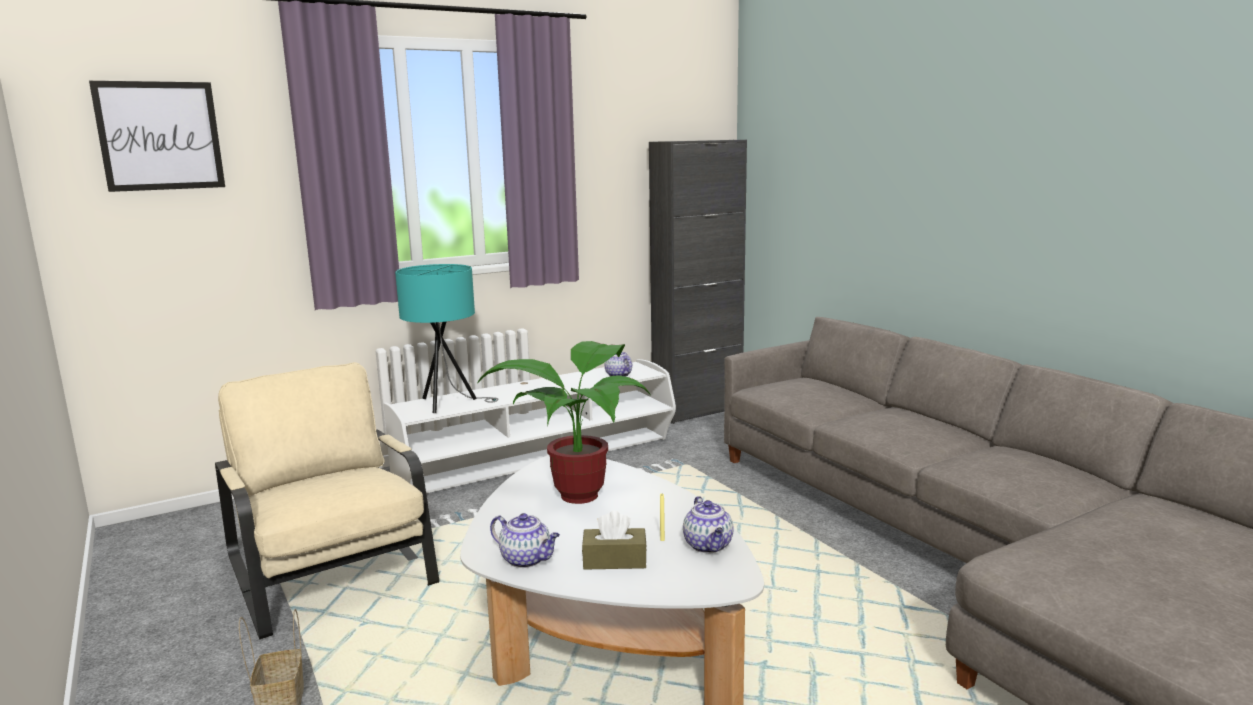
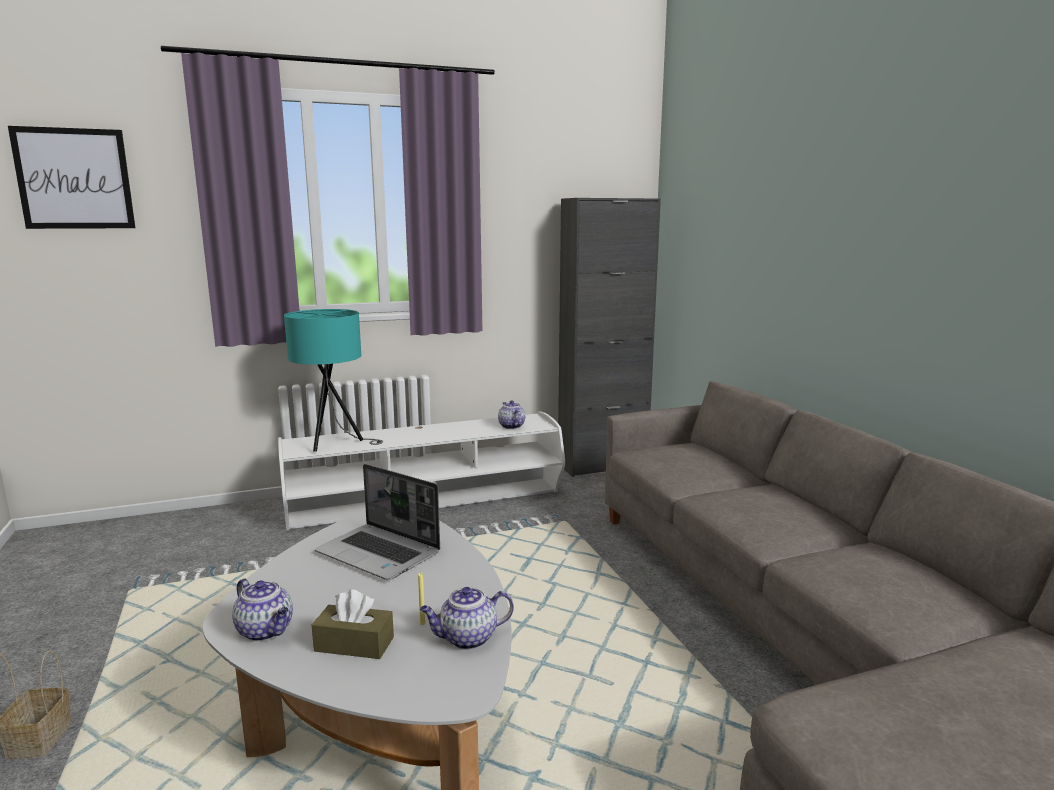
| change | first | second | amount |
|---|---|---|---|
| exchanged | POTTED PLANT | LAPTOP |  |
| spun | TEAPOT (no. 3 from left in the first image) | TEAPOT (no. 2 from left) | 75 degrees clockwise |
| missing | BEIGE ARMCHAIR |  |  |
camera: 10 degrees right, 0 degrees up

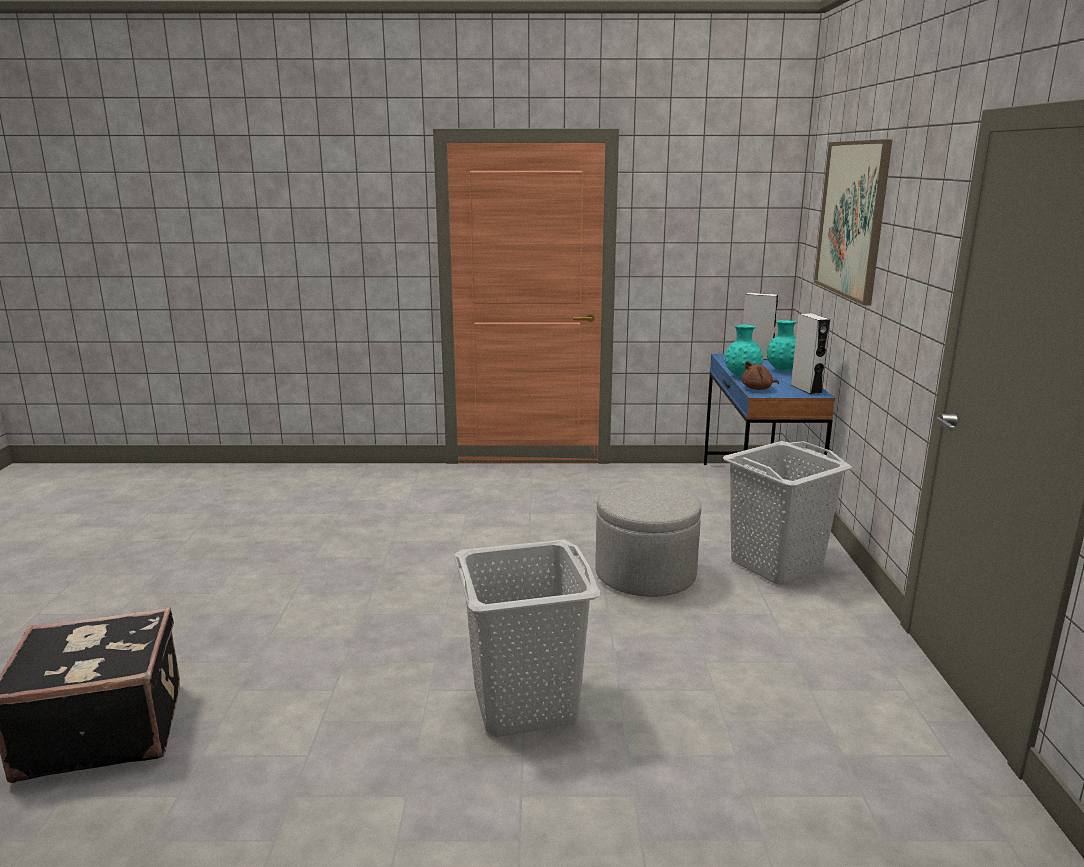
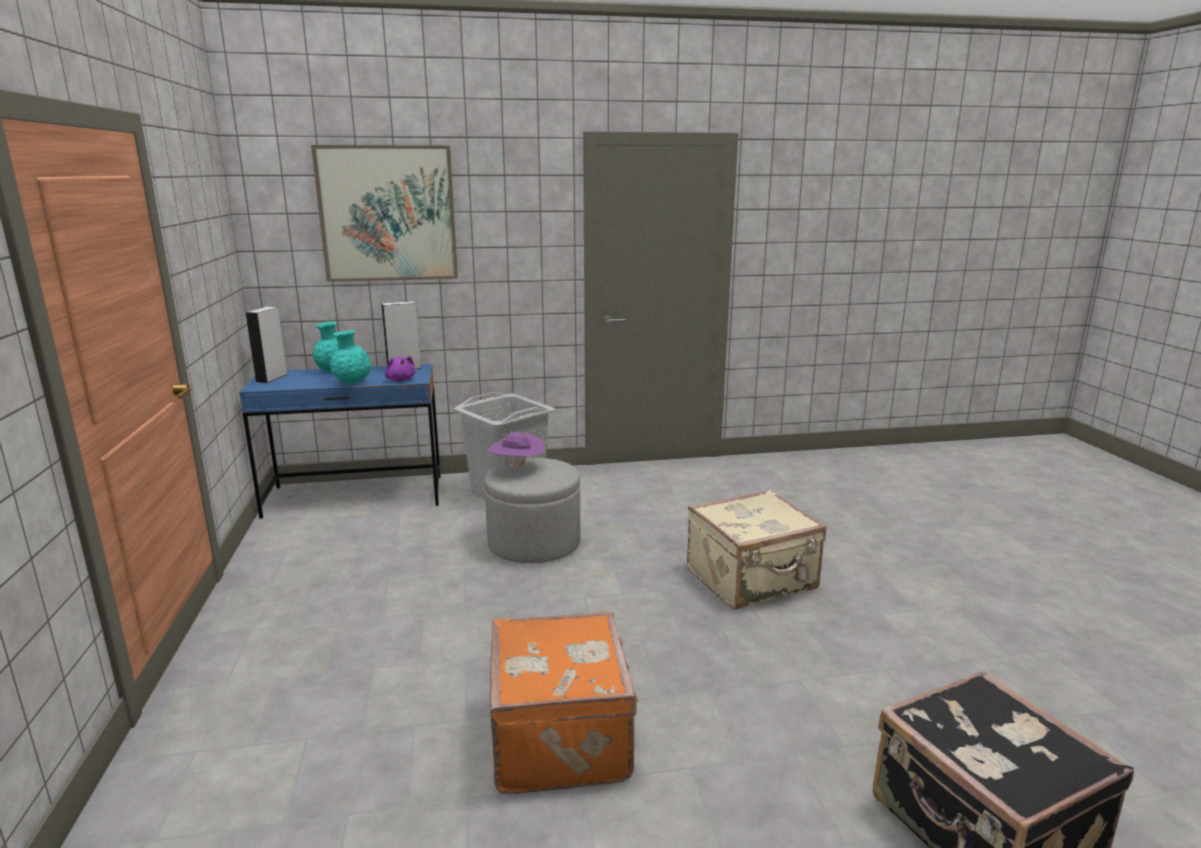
| change | first | second | amount |
|---|---|---|---|
| colour | BROWN PLUSH TOY | PURPLE PLUSH TOY |  |
| appeared |  | PURPLE HAT |  |
| appeared |  | ORANGE SUITCASE |  |
| exchanged | GREY LAUNDRY BASKET (no. 1 from left) | BEIGE SUITCASE |  |
camera: 100 degrees left, 0 degrees up

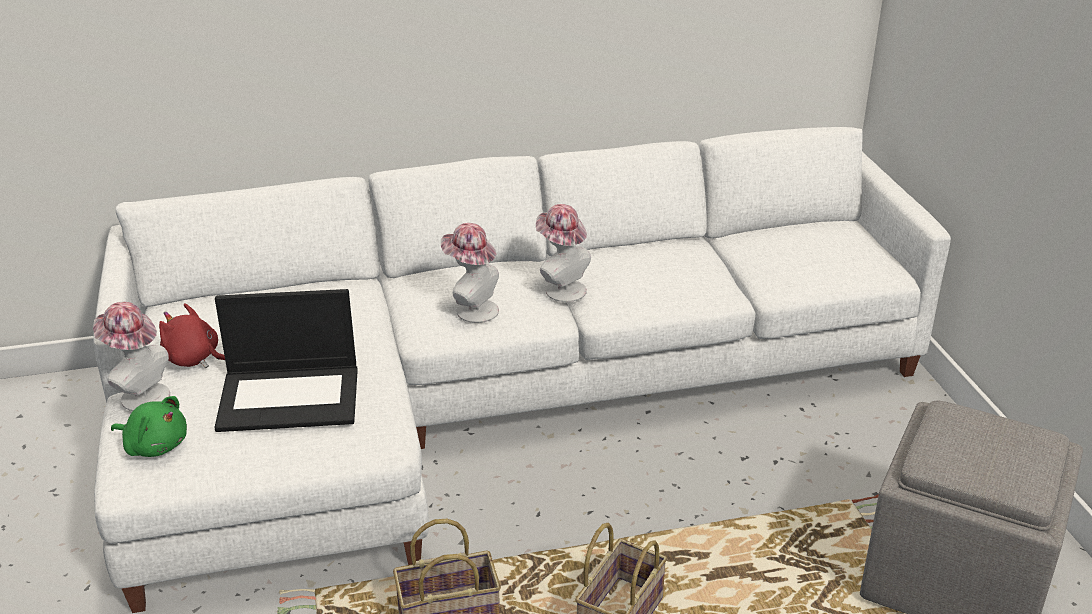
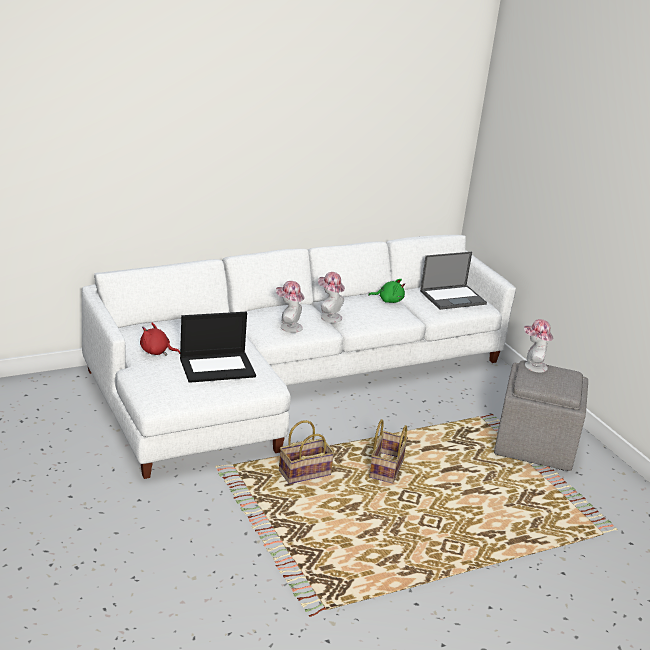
| change | first | second | amount |
|---|---|---|---|
| relocated | GREEN PLUSH TOY |  |  |
| appeared |  | LAPTOP (no. 2 from left) |  |
| relocated | HAT (no. 1 from left in the first image) | HAT (no. 3 from left) |  |
camera: 15 degrees left, 5 degrees down

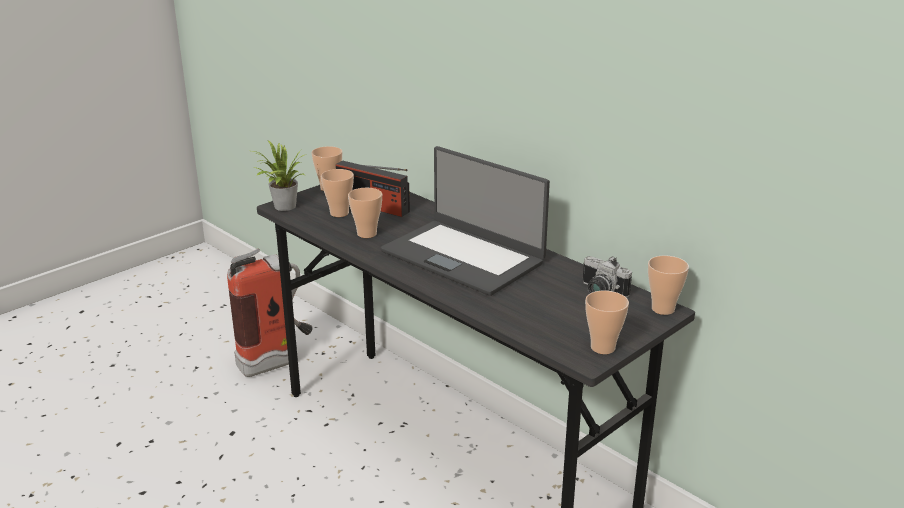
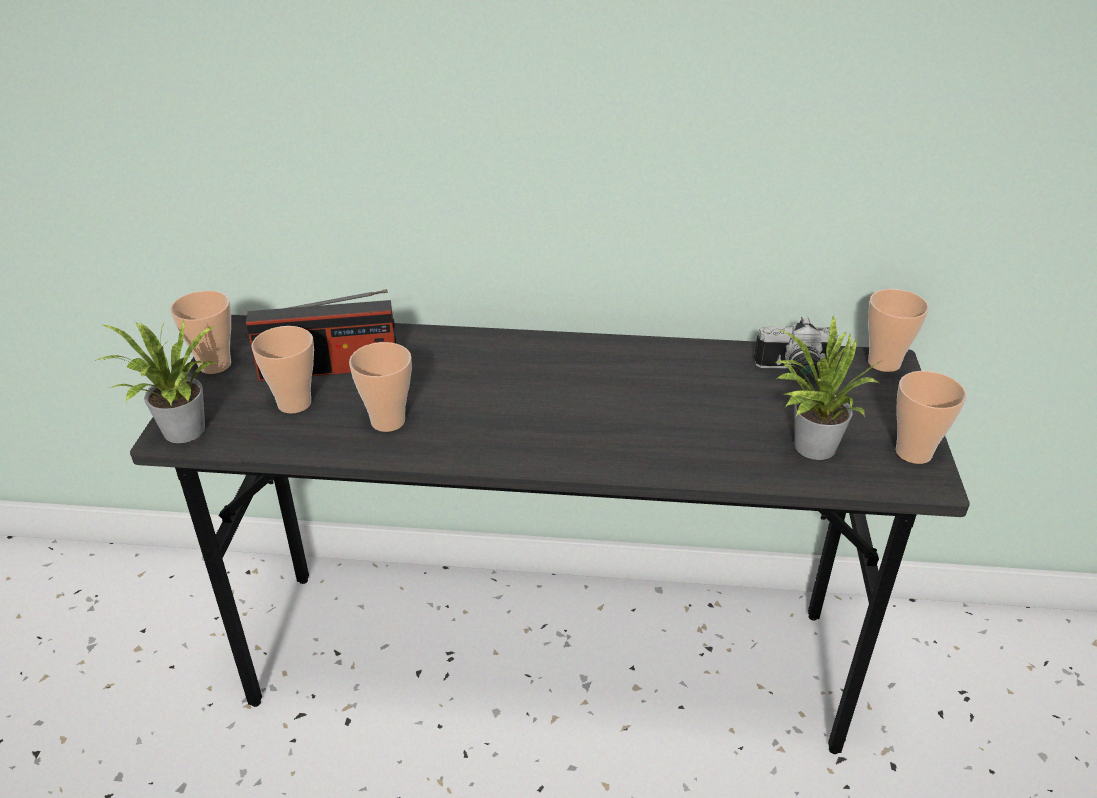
| change | first | second | amount |
|---|---|---|---|
| appeared |  | POTTED PLANT (no. 2 from left) |  |
| missing | FIRE EXTINGUISHER |  |  |
| missing | LAPTOP |  |  |
camera: 40 degrees left, 10 degrees up

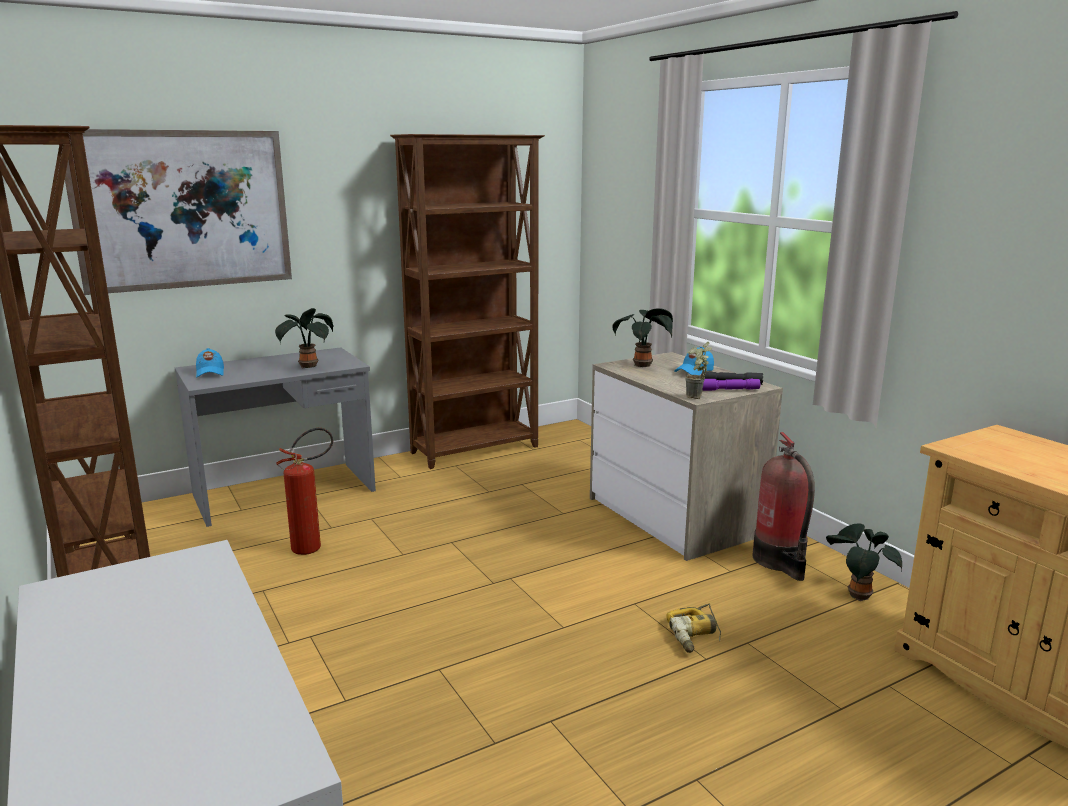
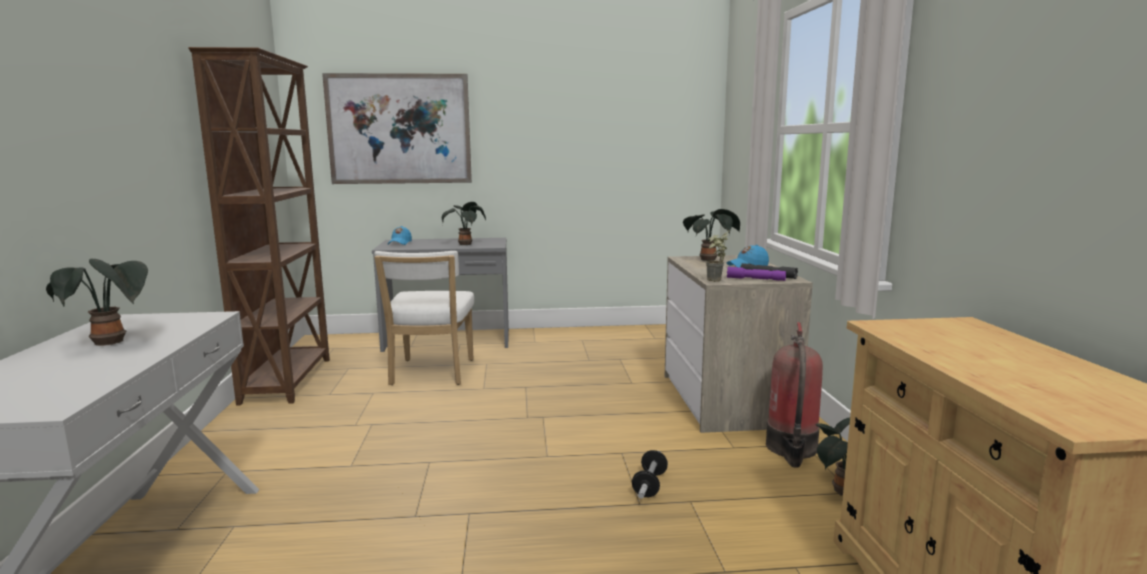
| change | first | second | amount |
|---|---|---|---|
| appeared |  | POTTED PLANT (no. 1 from left) |  |
| exchanged | FIRE EXTINGUISHER (no. 1 from left) | WHITE CHAIR |  |
| exchanged | POWER DRILL | DUMBBELL |  |
| missing | BROWN BOOKCASE (no. 2 from left) |  |  |
camera: 25 degrees right, 5 degrees down

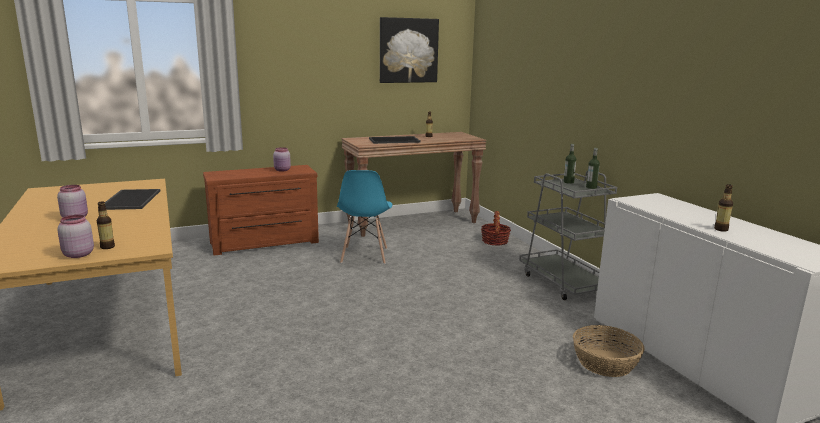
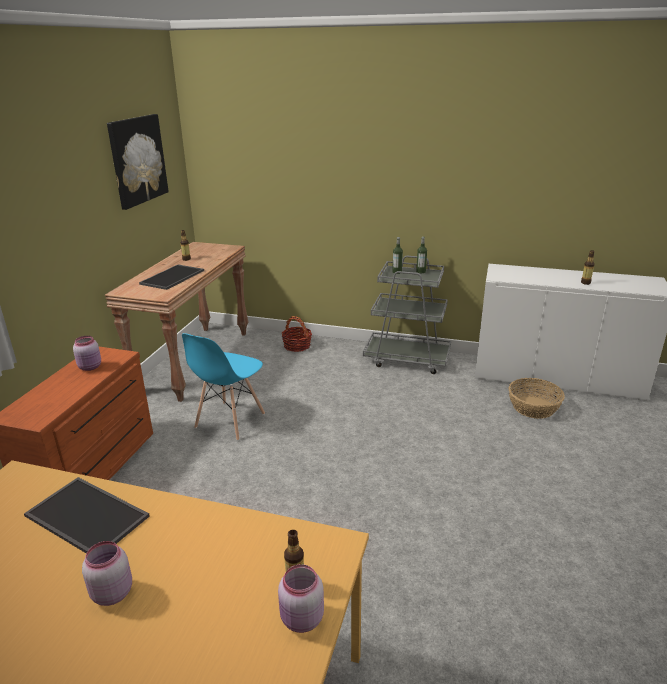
| change | first | second | amount |
|---|---|---|---|
| spun | BLUE CHAIR |  | 75 degrees clockwise |
camera: 50 degrees left, 10 degrees up

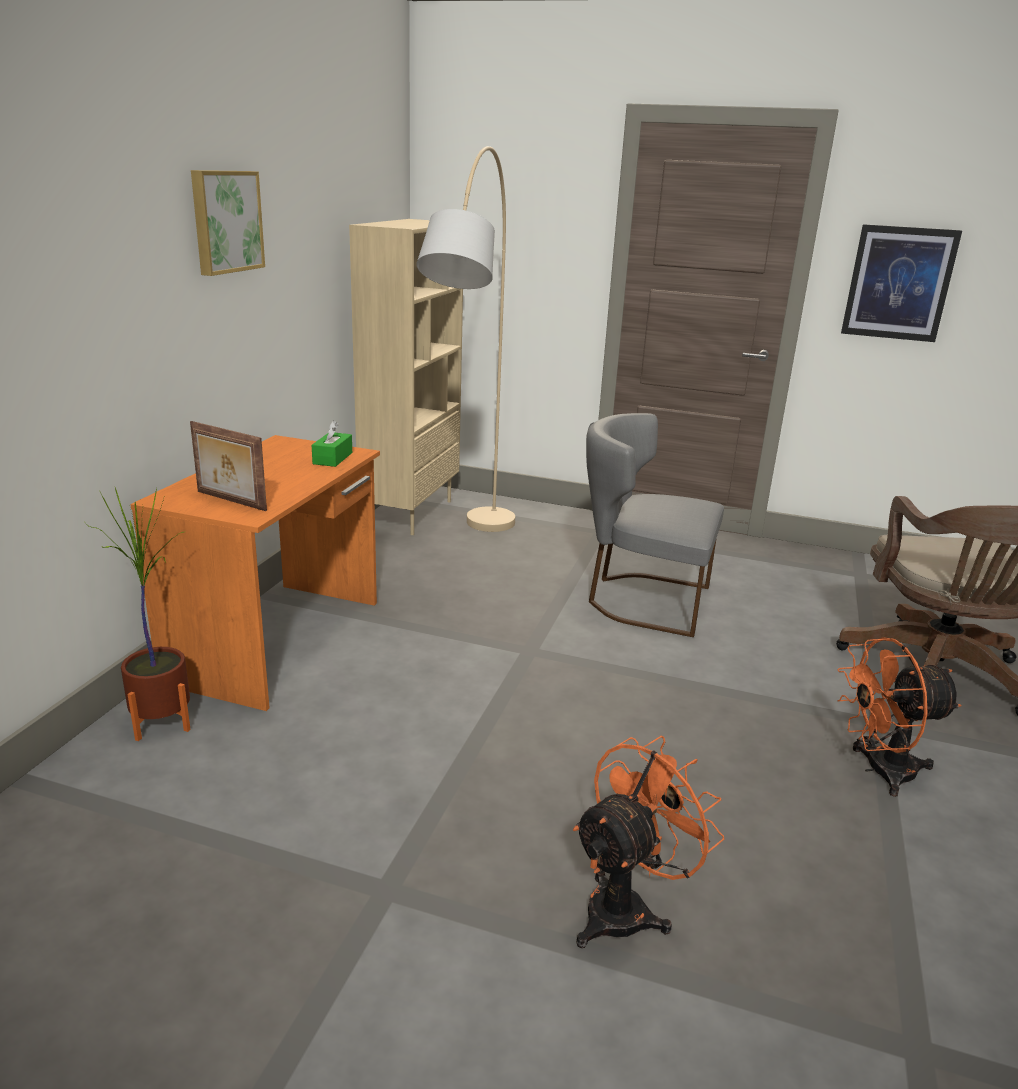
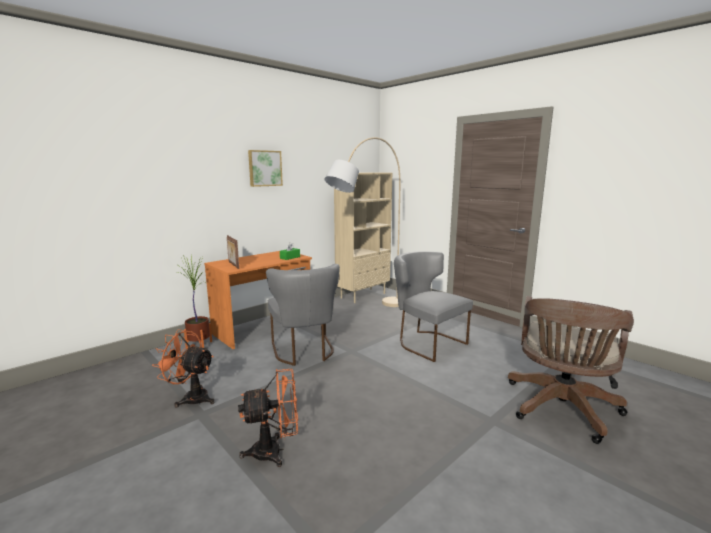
| change | first | second | amount |
|---|---|---|---|
| relocated | ORANGE FAN (no. 2 from left in the first image) | ORANGE FAN (no. 1 from left) |  |
| appeared |  | GREY CHAIR (no. 1 from left) |  |
| missing | PICTURE (no. 2 from left) |  |  |
camera: 30 degrees right, 10 degrees down

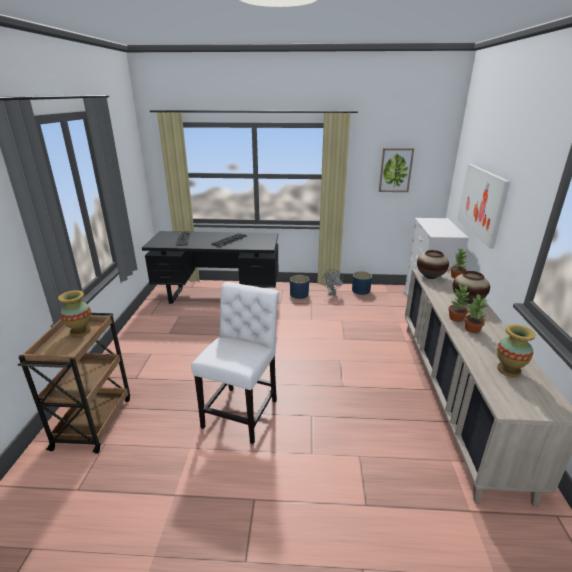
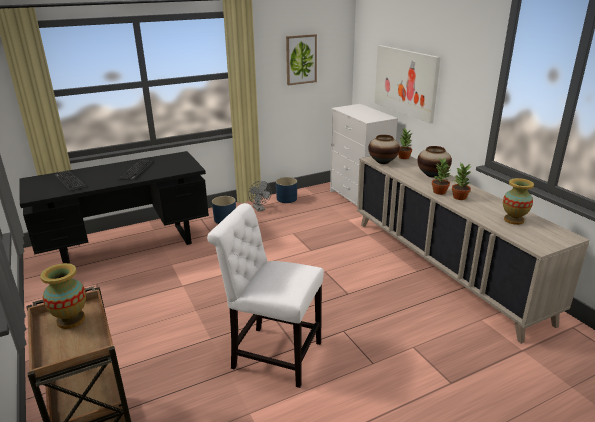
| change | first | second | amount |
|---|---|---|---|
| spun | WHITE CHAIR |  | 60 degrees counterclockwise |
camera: 30 degrees left, 0 degrees up

